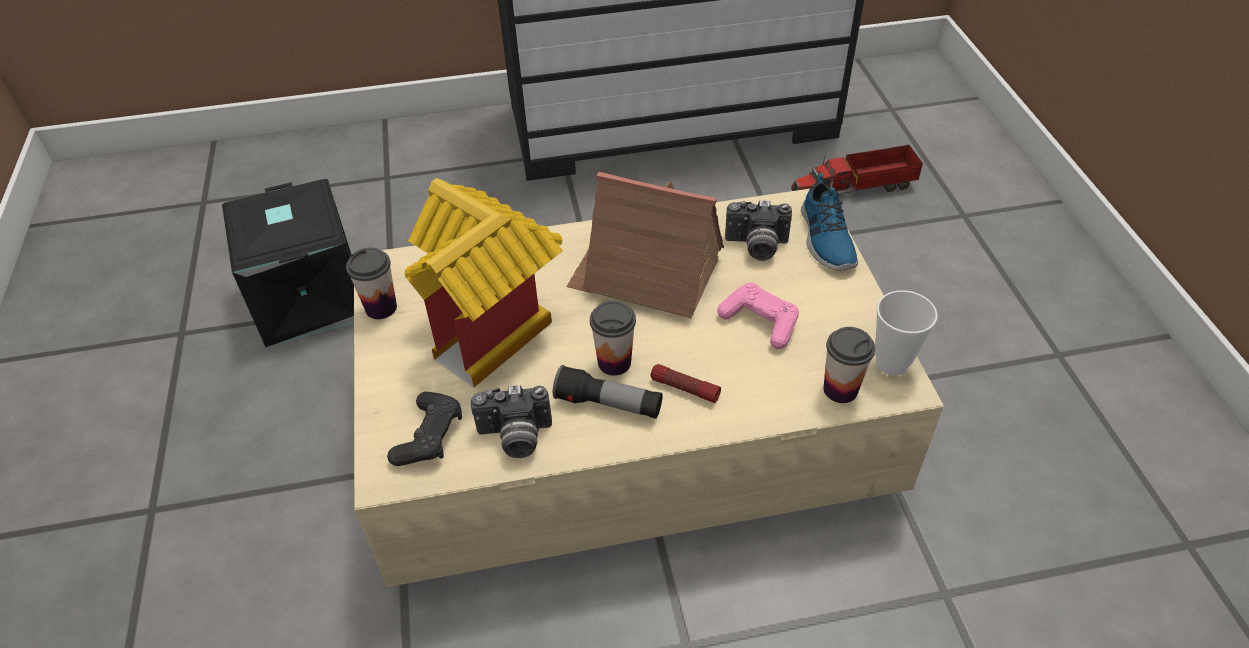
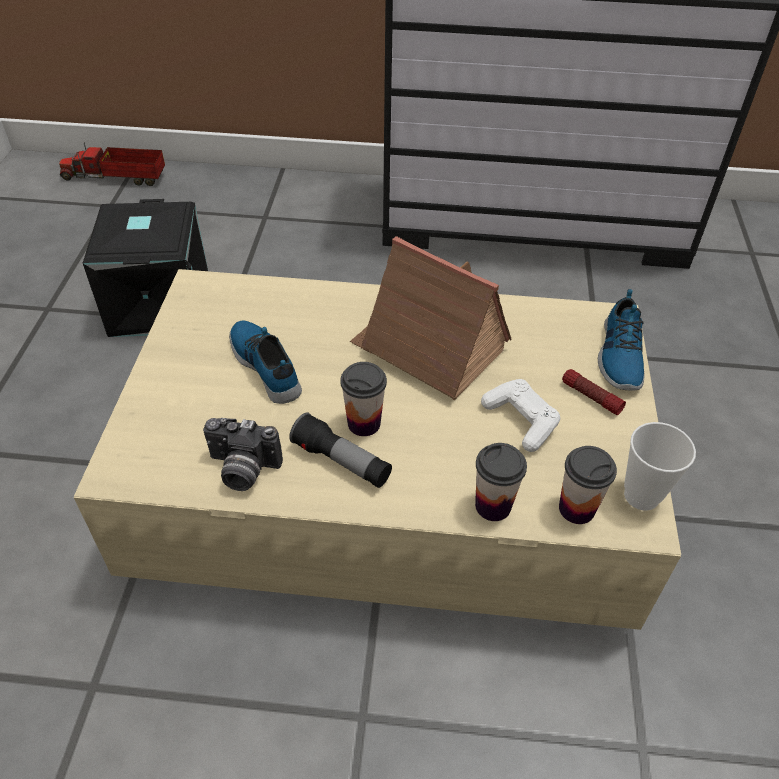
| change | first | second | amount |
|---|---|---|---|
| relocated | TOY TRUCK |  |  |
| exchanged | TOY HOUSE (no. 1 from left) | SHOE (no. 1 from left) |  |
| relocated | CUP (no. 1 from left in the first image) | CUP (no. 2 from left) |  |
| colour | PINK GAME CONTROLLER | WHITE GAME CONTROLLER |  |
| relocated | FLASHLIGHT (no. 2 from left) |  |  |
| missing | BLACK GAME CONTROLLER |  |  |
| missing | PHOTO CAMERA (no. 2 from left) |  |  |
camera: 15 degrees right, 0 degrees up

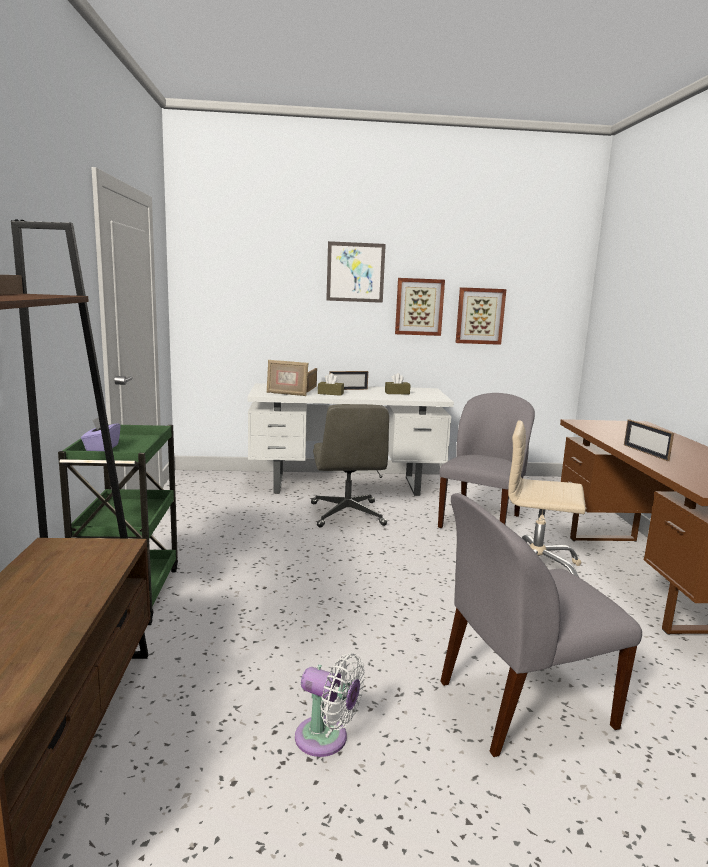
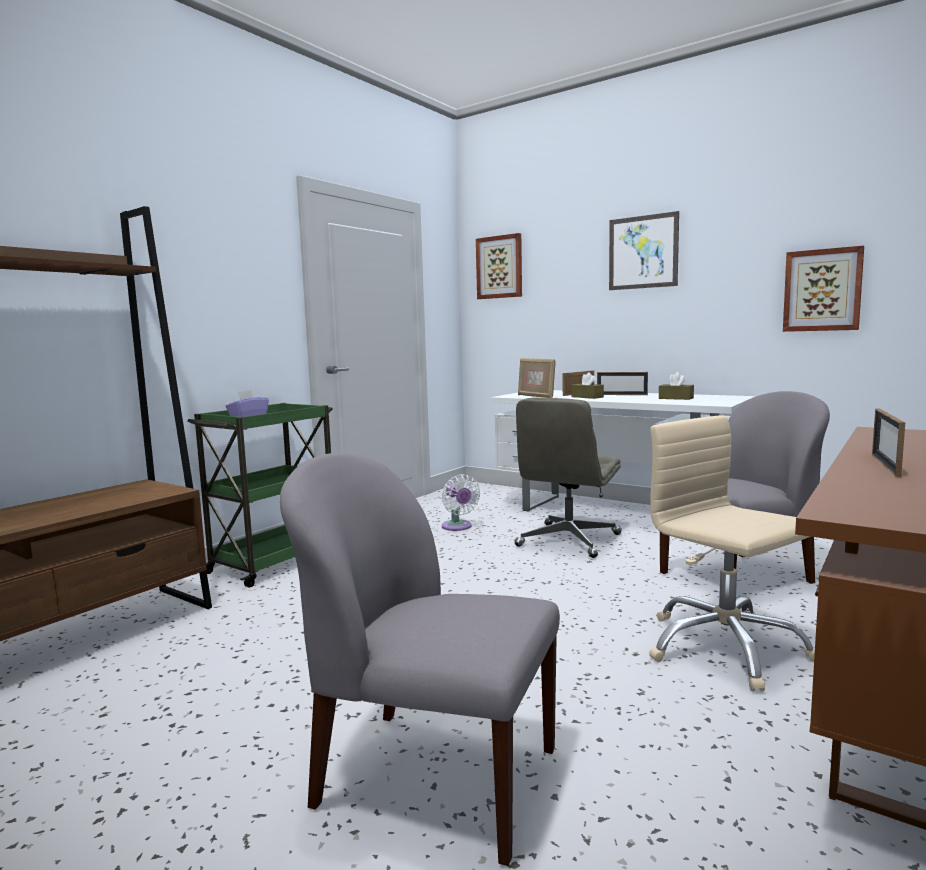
| change | first | second | amount |
|---|---|---|---|
| relocated | WHITE FAN |  |  |
| relocated | PICTURE (no. 2 from left in the first image) | PICTURE (no. 1 from left) |  |
camera: 40 degrees right, 5 degrees down

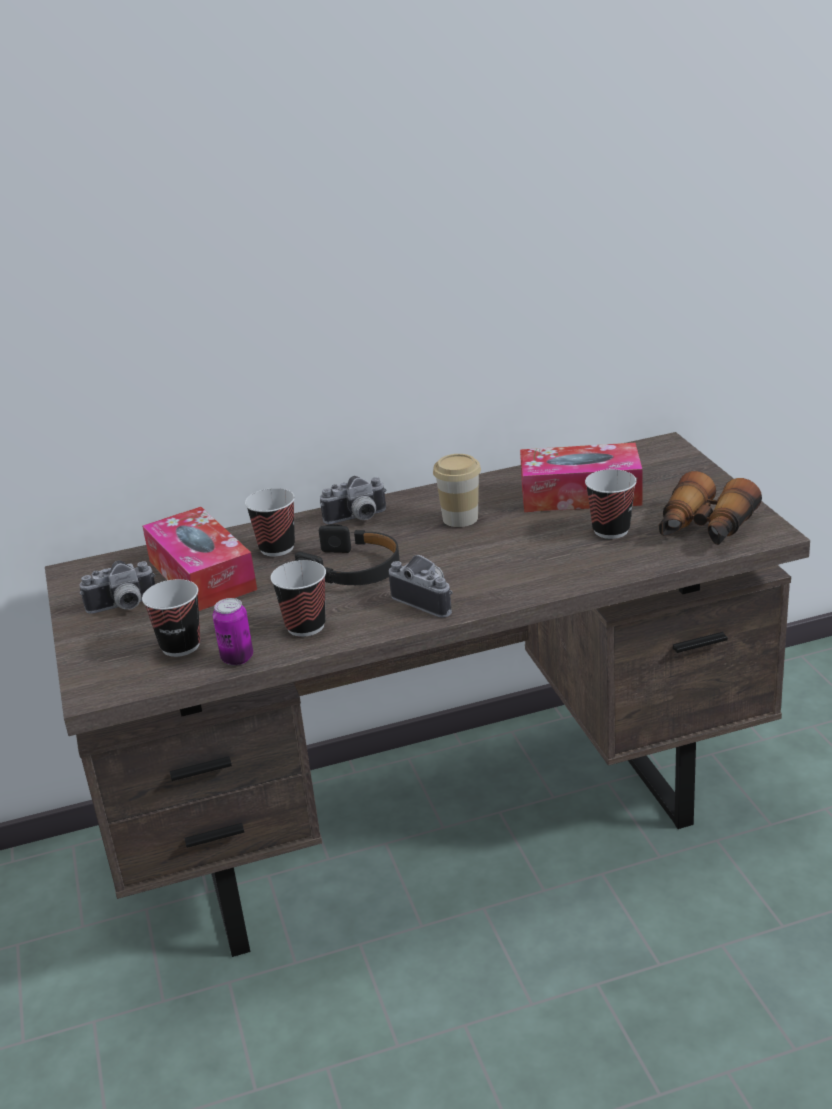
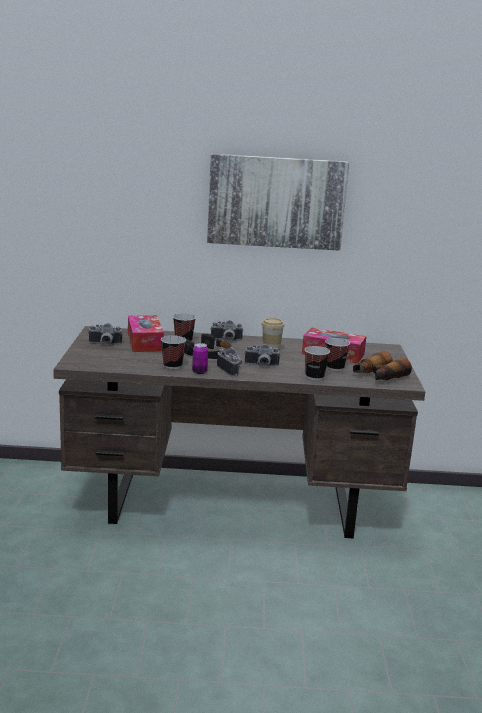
| change | first | second | amount |
|---|---|---|---|
| relocated | CAN |  |  |
| appeared |  | PICTURE |  |
| appeared |  | PHOTO CAMERA (no. 4 from left) |  |
| relocated | CUP (no. 1 from left in the first image) | CUP (no. 4 from left) |  |
camera: 15 degrees right, 10 degrees down

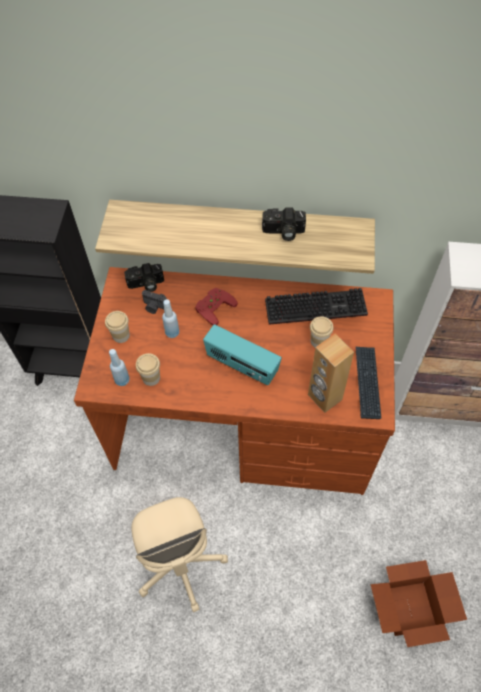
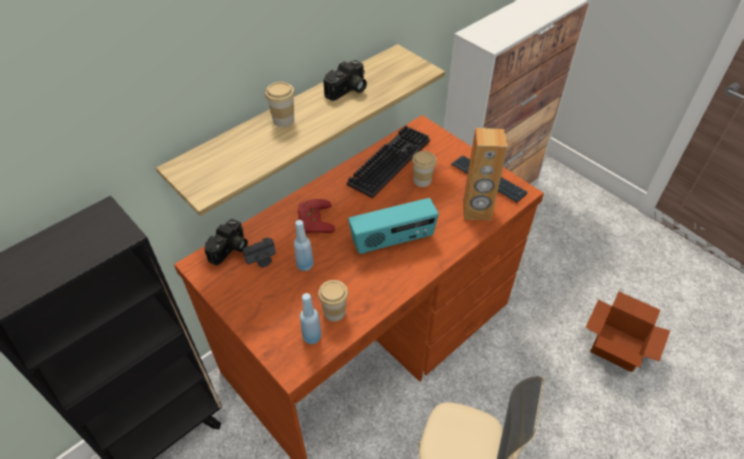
| change | first | second | amount |
|---|---|---|---|
| relocated | CUP (no. 1 from left) |  |  |
camera: 50 degrees left, 10 degrees down

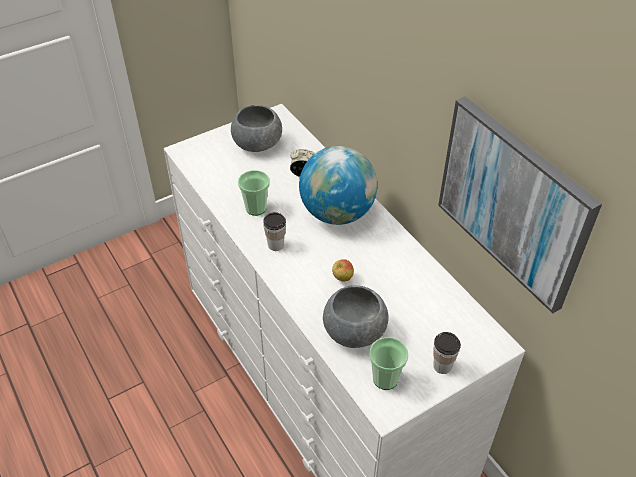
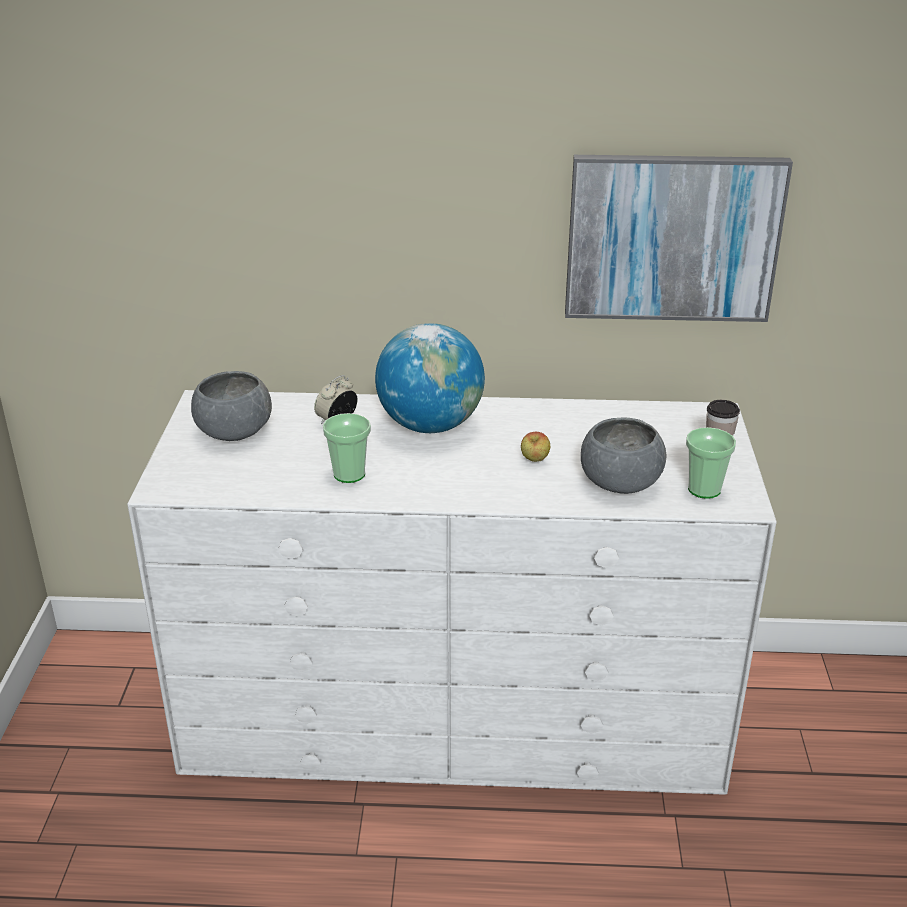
| change | first | second | amount |
|---|---|---|---|
| missing | CUP (no. 2 from left) |  |  |
camera: 55 degrees left, 15 degrees down

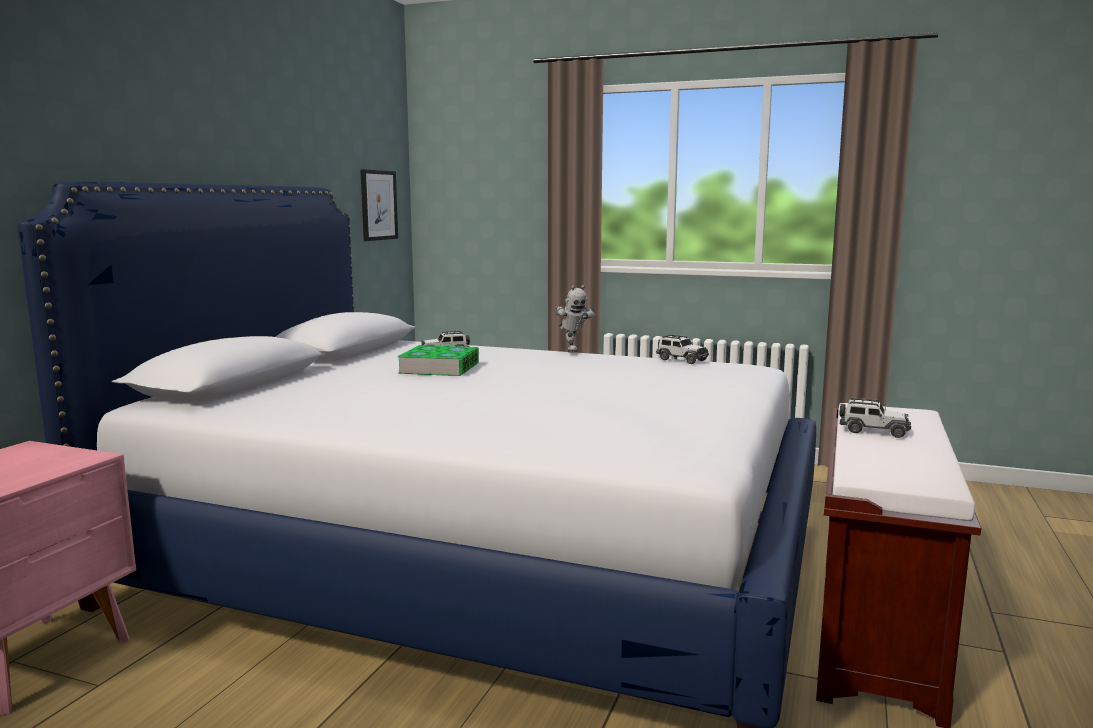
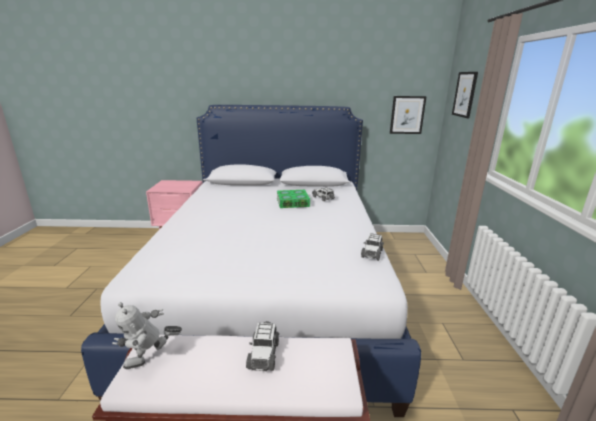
| change | first | second | amount |
|---|---|---|---|
| relocated | TOY ROBOT |  |  |
| appeared |  | PICTURE (no. 2 from left) |  |
camera: 70 degrees right, 10 degrees up

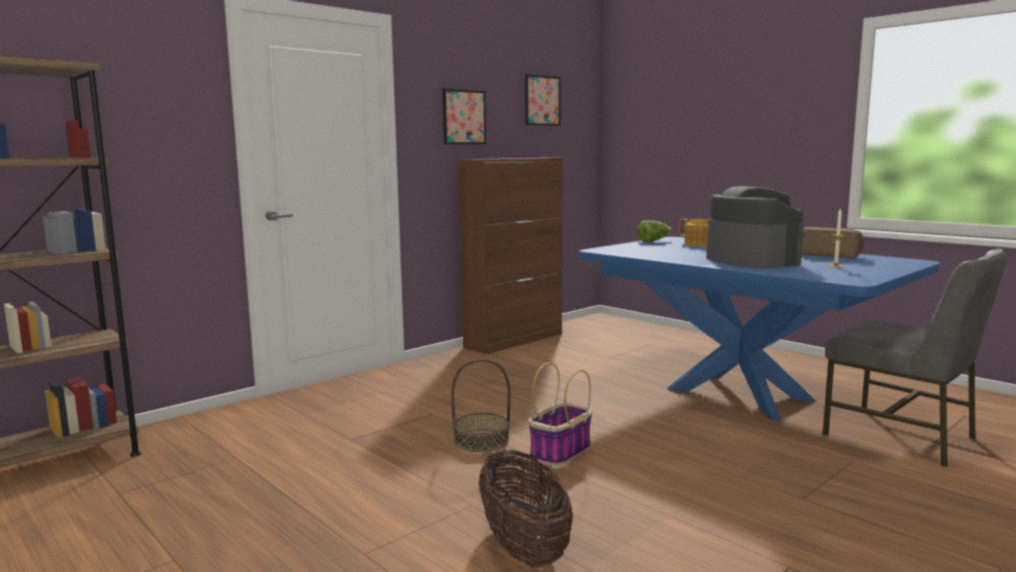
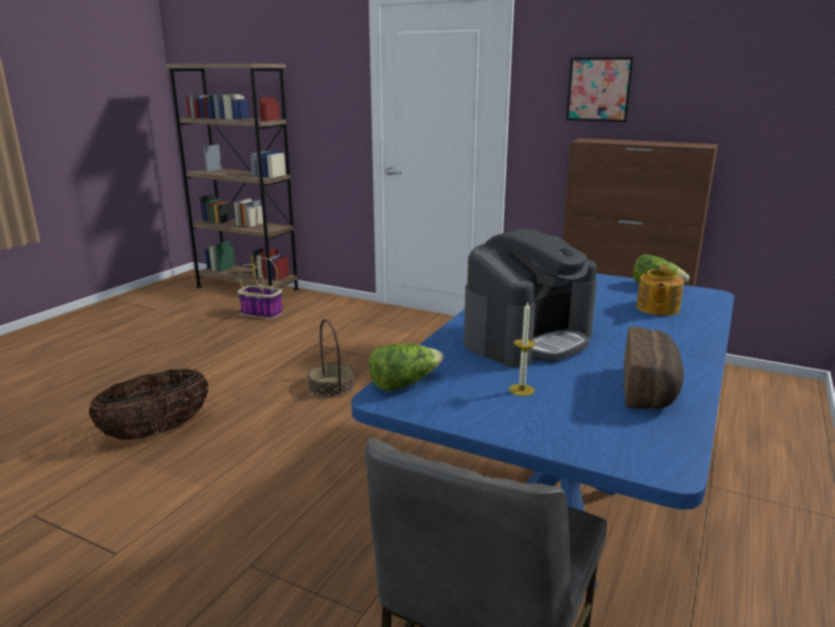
| change | first | second | amount |
|---|---|---|---|
| relocated | BASKET (no. 3 from left in the first image) | BASKET (no. 2 from left) |  |
| appeared |  | LETTUCE (no. 1 from left) |  |
| missing | PICTURE (no. 2 from left) |  |  |
camera: 70 degrees right, 10 degrees up

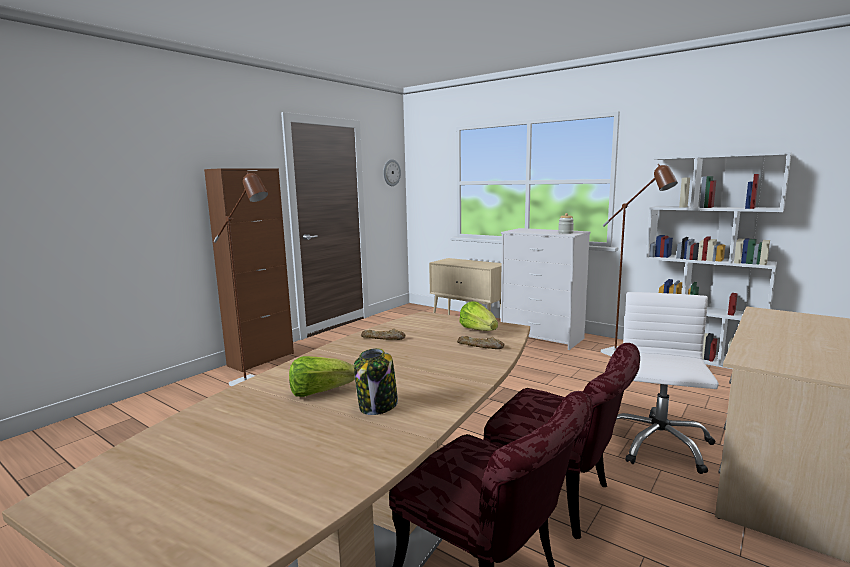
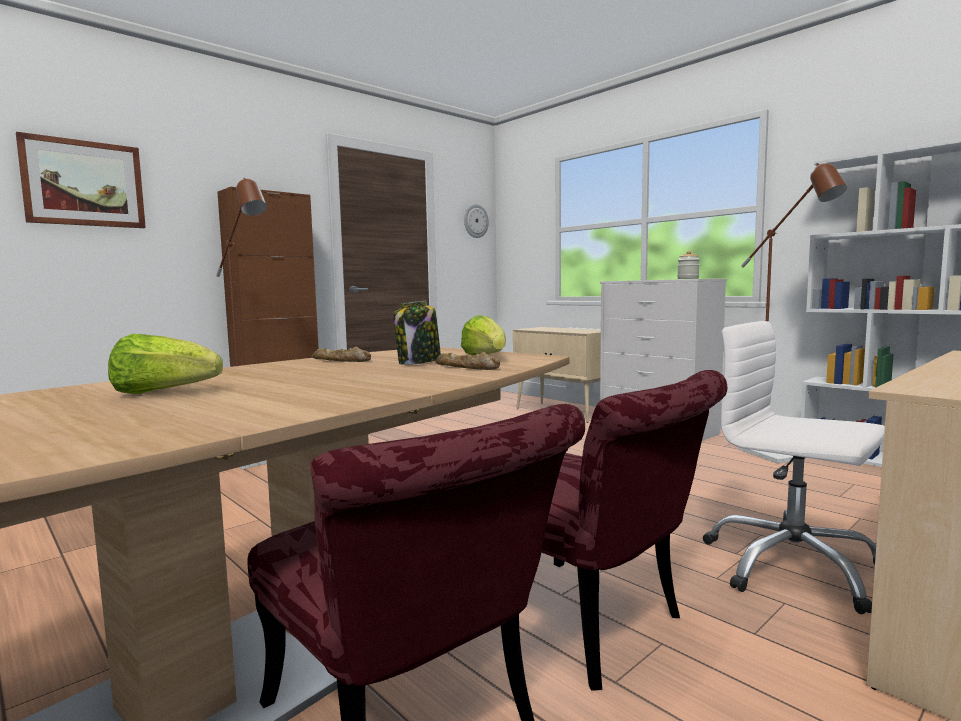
| change | first | second | amount |
|---|---|---|---|
| appeared |  | PICTURE |  |
| relocated | JAR (no. 1 from left) |  |  |
| spun | WHITE OFFICE CHAIR |  | 75 degrees counterclockwise |
camera: 10 degrees right, 5 degrees down

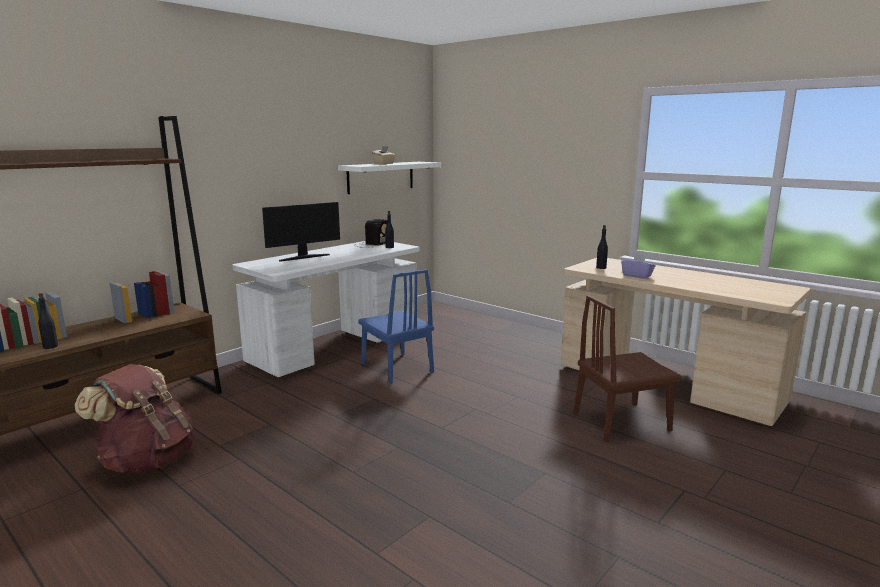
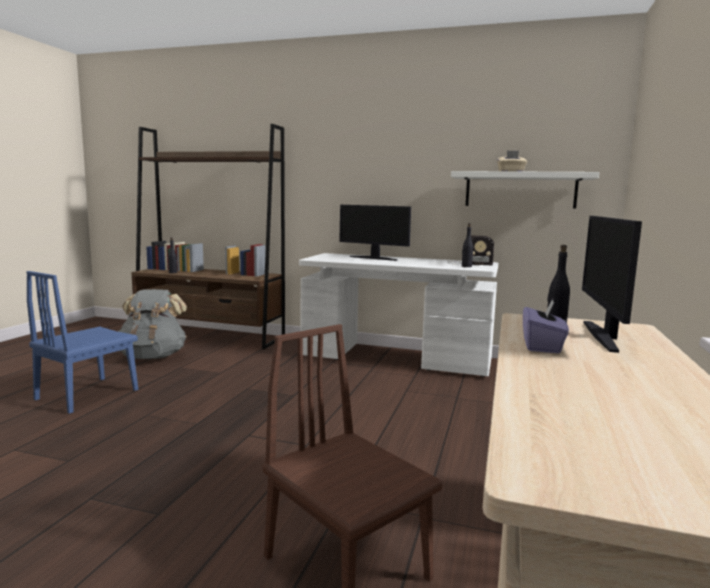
| change | first | second | amount |
|---|---|---|---|
| relocated | BLUE CHAIR |  |  |
| colour | BROWN BACKPACK | GREY BACKPACK |  |
| appeared |  | MONITOR (no. 2 from left) |  |
camera: 65 degrees right, 5 degrees down

